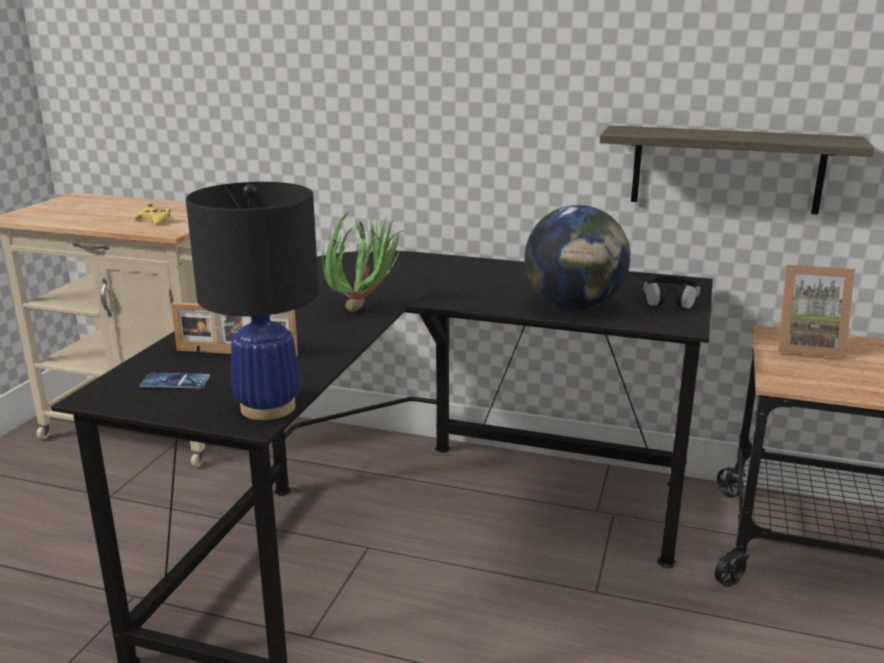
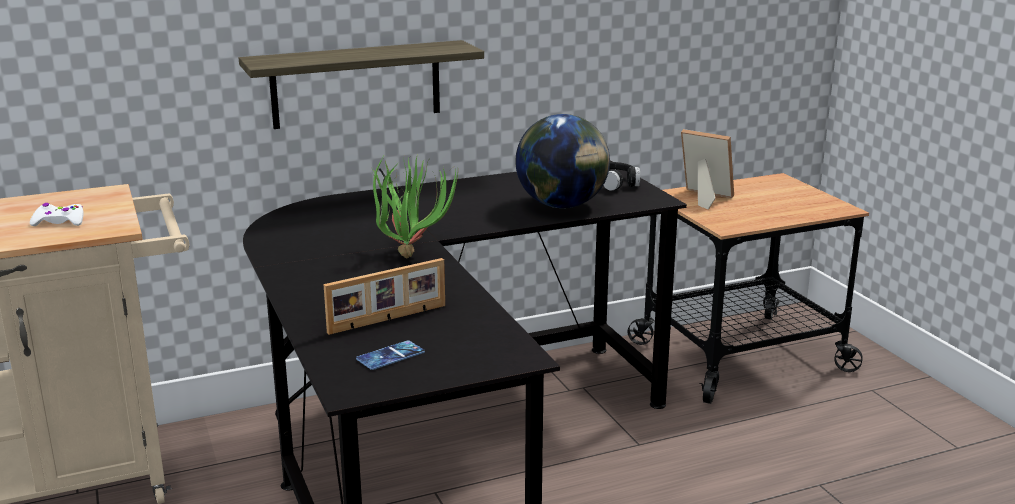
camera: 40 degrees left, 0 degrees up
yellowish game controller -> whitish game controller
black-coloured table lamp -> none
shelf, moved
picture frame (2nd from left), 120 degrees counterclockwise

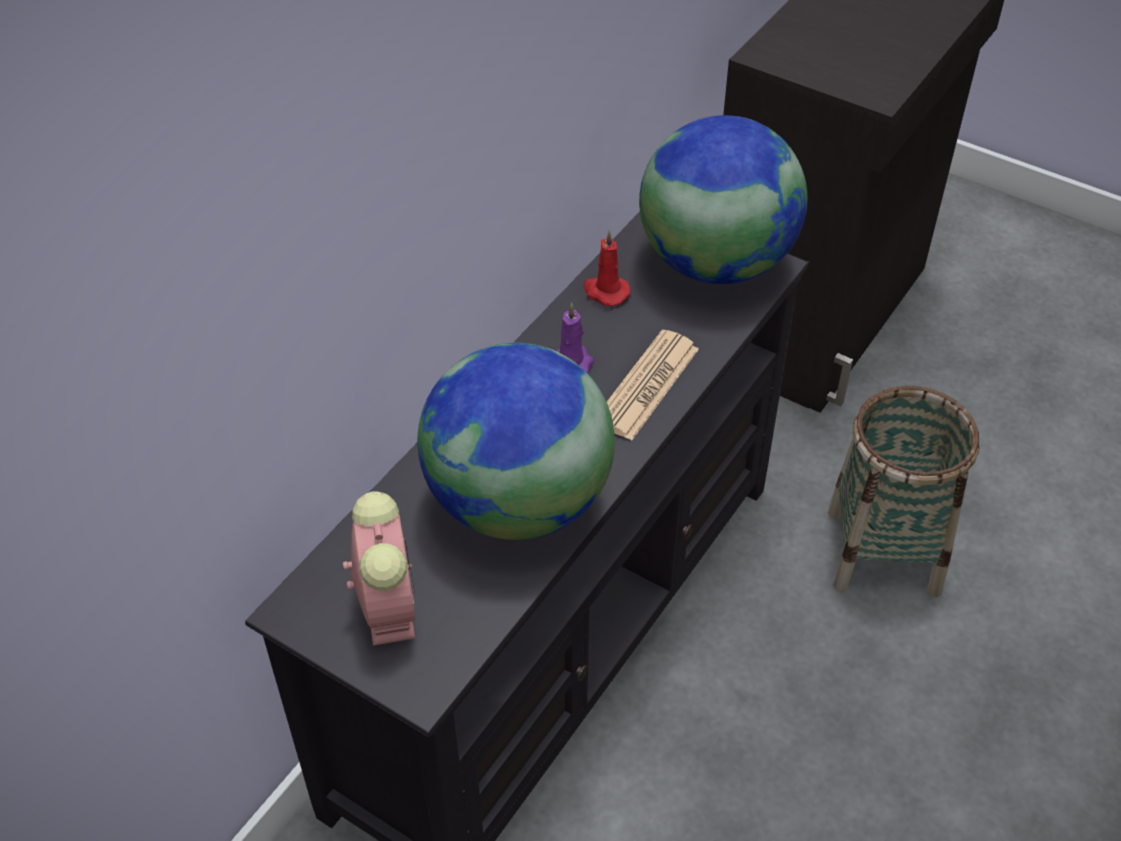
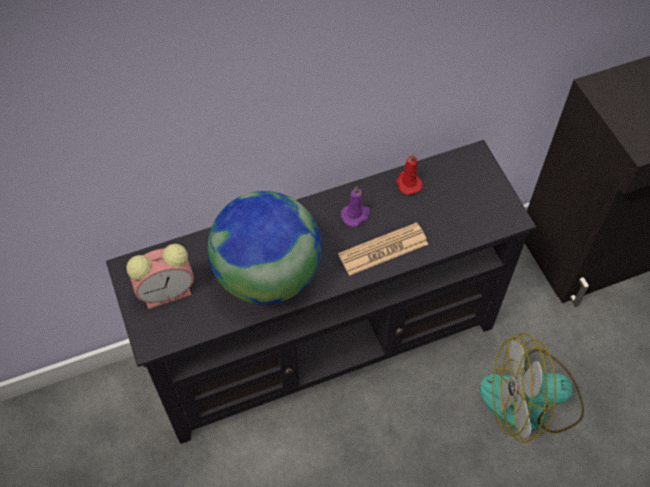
camera: 35 degrees right, 10 degrees up
bedside clock, 45 degrees clockwise
globe (2nd from left) -> none
storage basket -> cooling fan

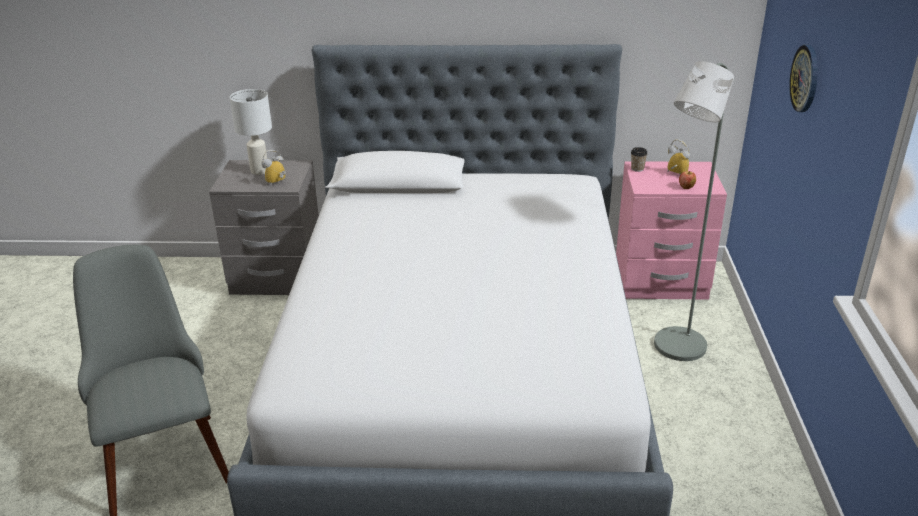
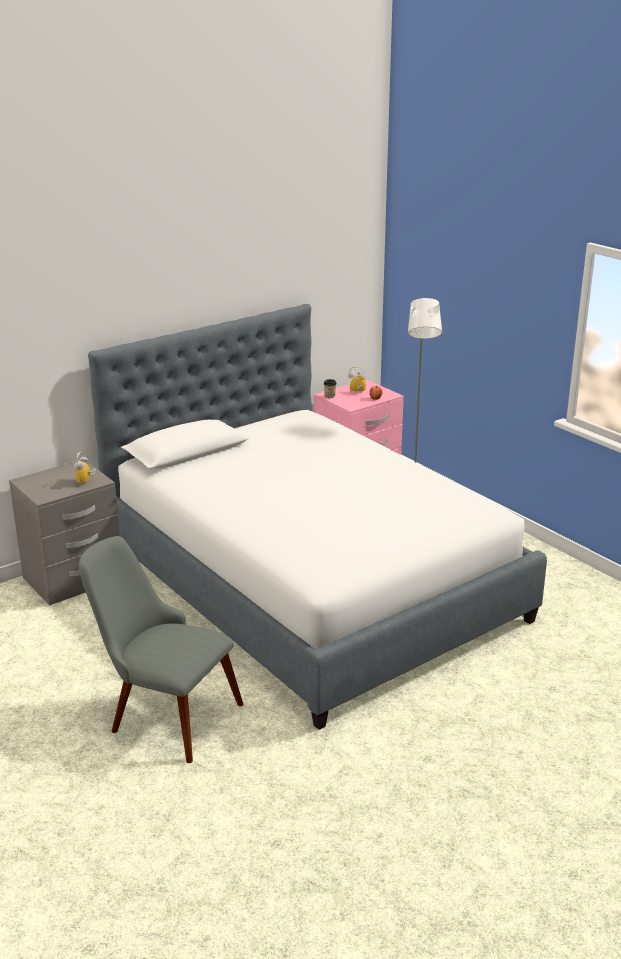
camera: 40 degrees left, 5 degrees down
whitish table lamp -> none
hanging clock -> none

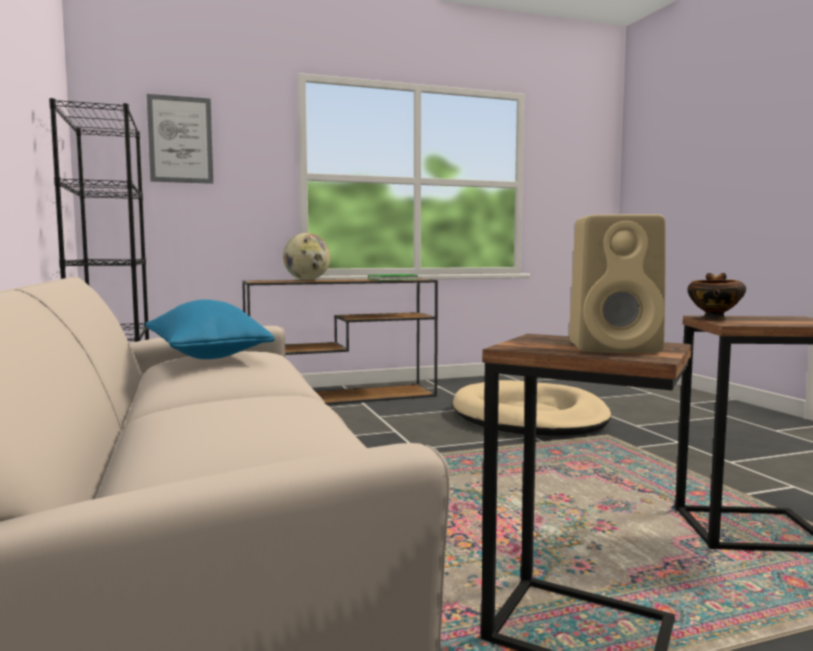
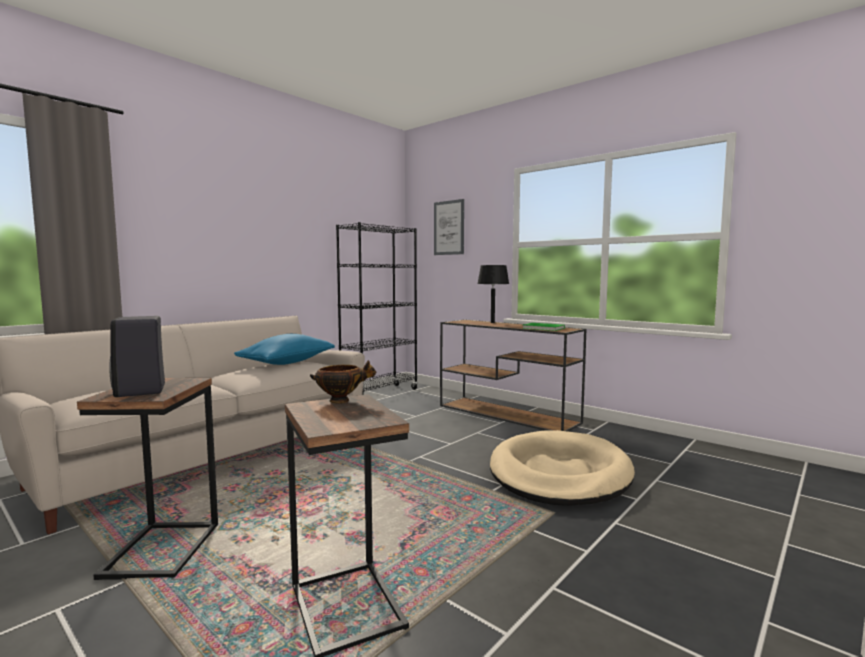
camera: 60 degrees right, 0 degrees up
globe -> black-coloured table lamp
beige speaker -> black-coloured speaker

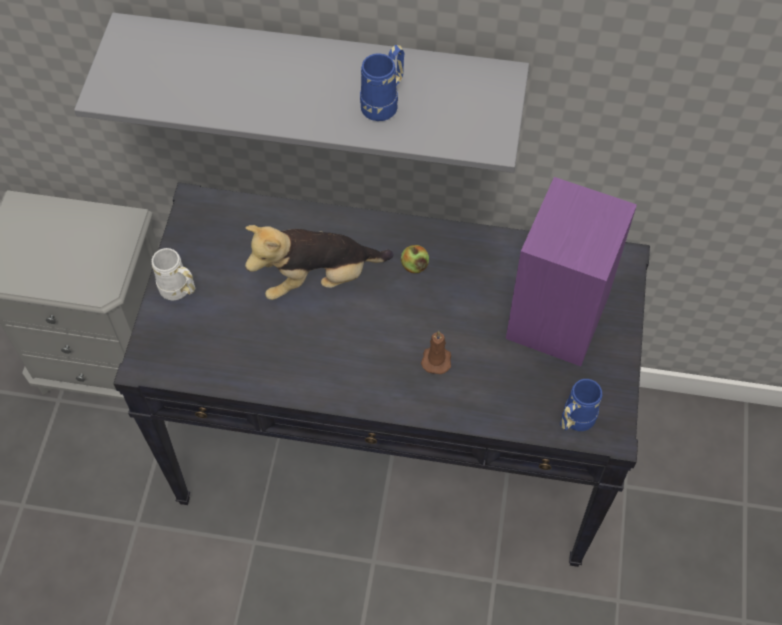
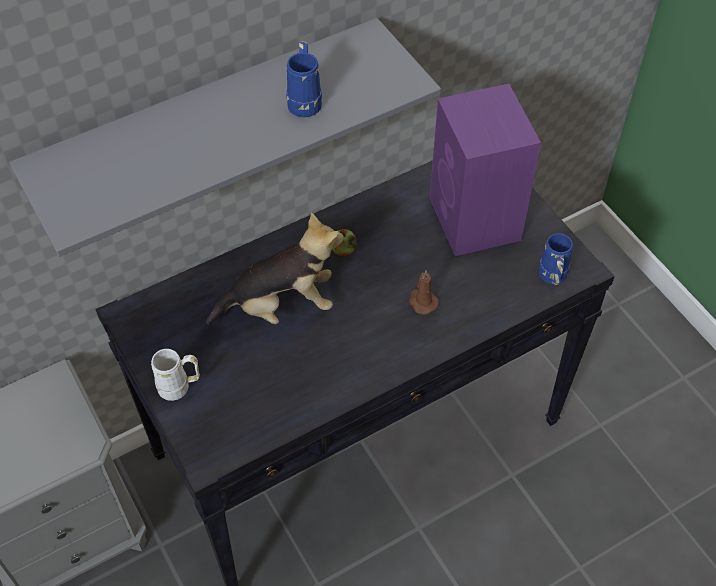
camera: 40 degrees left, 5 degrees down
plush toy, 135 degrees counterclockwise

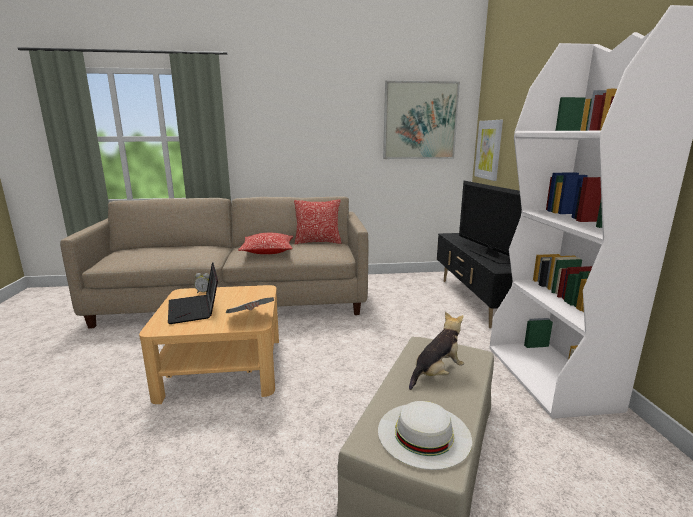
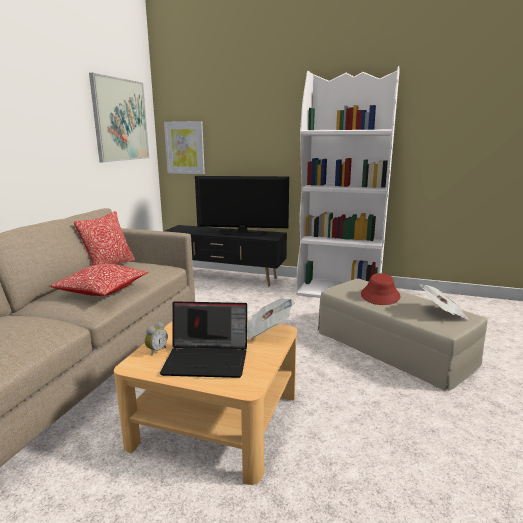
camera: 65 degrees left, 0 degrees up
whitish wearable hat -> daily paper (2nd from left)
plush toy -> reddish wearable hat

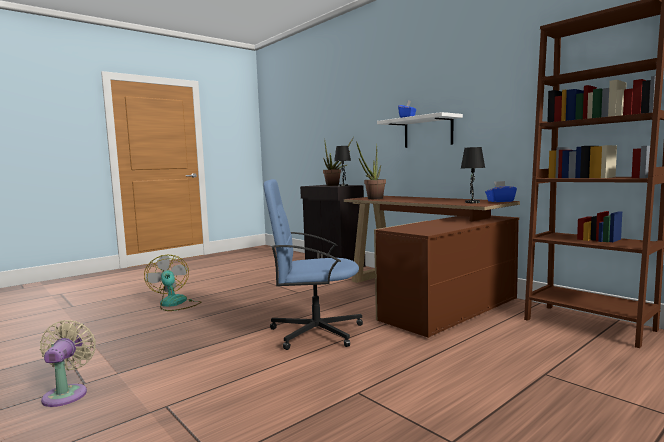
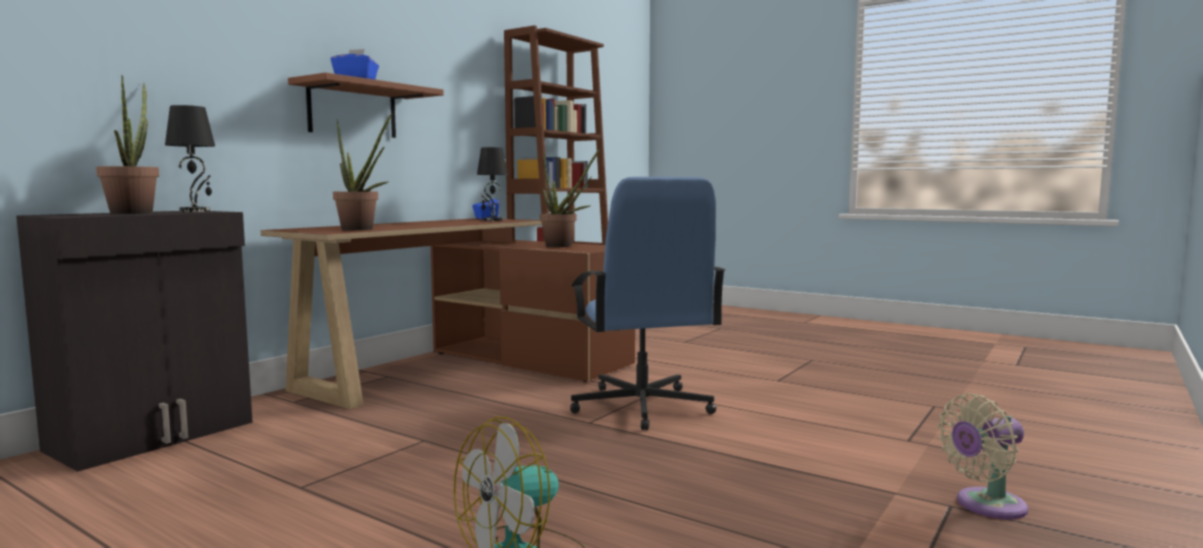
camera: 105 degrees left, 0 degrees up
whitish shelf -> brownish shelf
none -> potted plant (3rd from left)

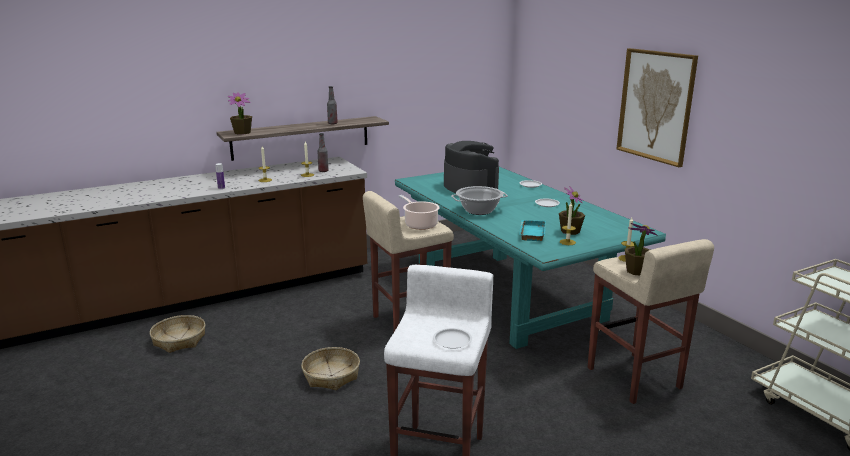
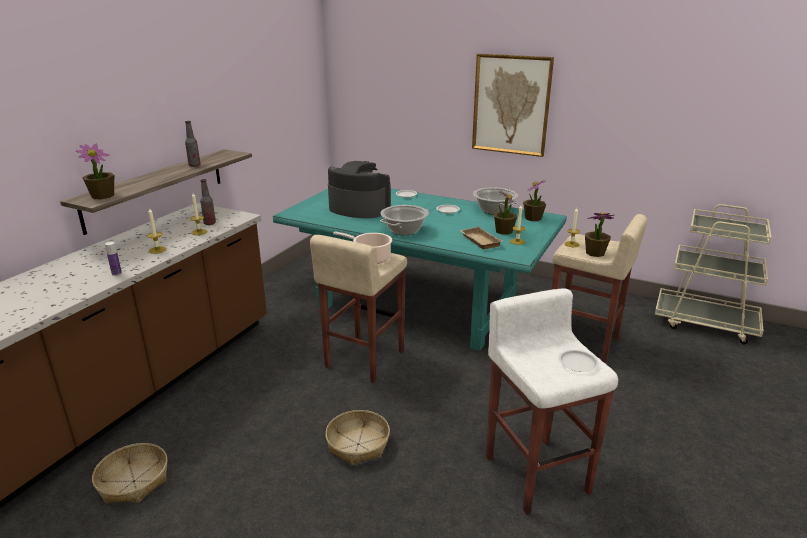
camera: 35 degrees left, 5 degrees up
turquoise tray -> beige tray
none -> stockpot (3rd from left)
none -> potted plant (3rd from left)

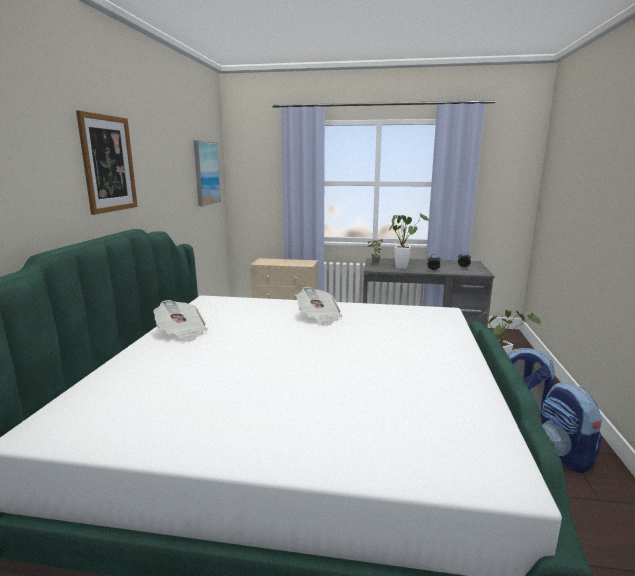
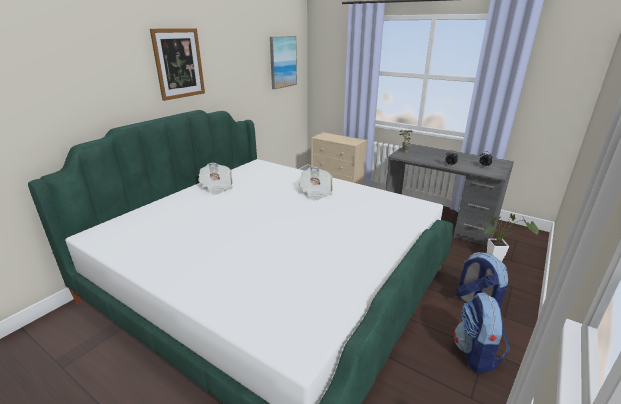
camera: 25 degrees right, 10 degrees up
potted plant (2nd from left) -> none

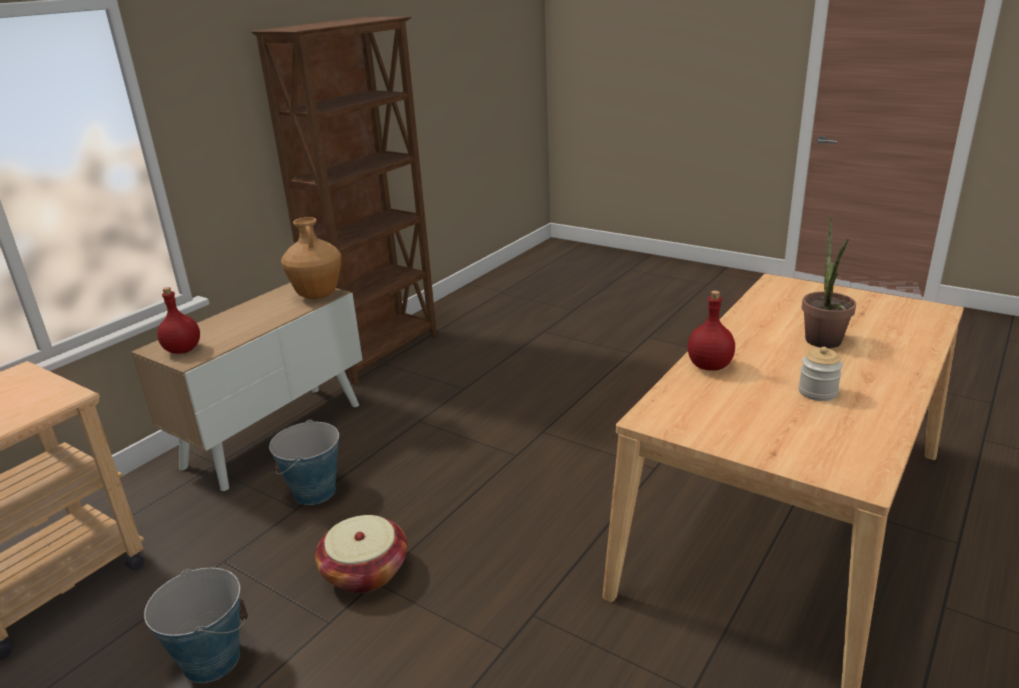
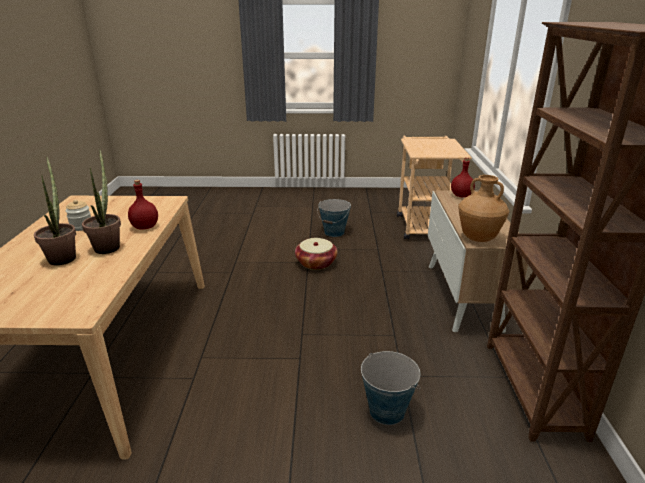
camera: 145 degrees right, 0 degrees up
bucket (2nd from left), moved
none -> potted plant (2nd from left)

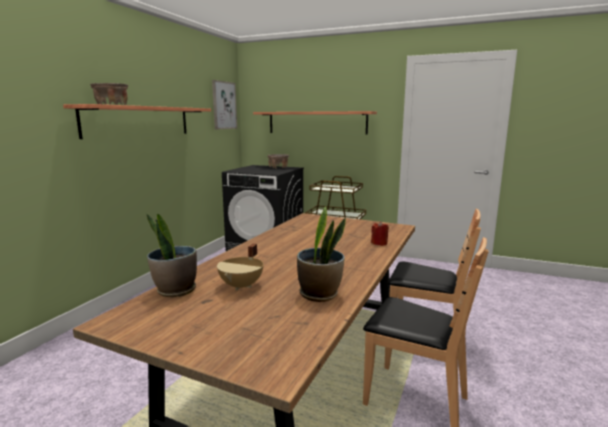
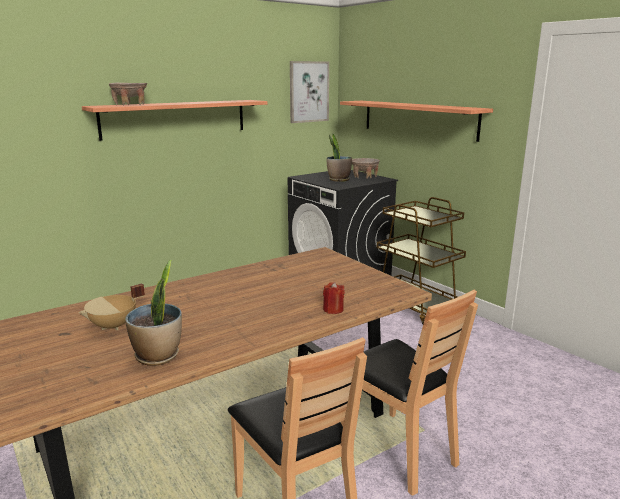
camera: 30 degrees right, 5 degrees up
potted plant (1st from left in the first image) -> potted plant (2nd from left), moved

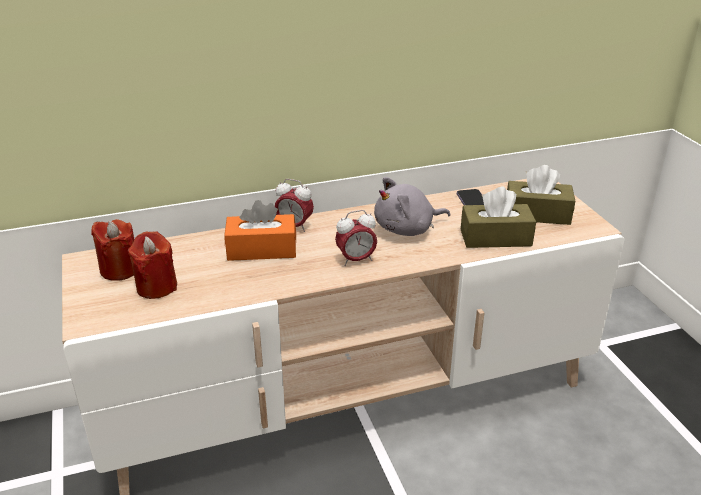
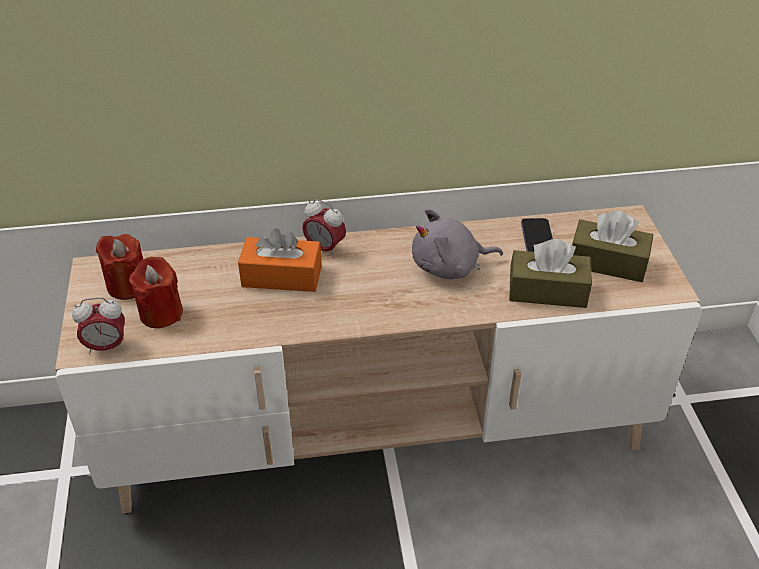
camera: 10 degrees right, 10 degrees up
bedside clock (2nd from left in the first image) -> bedside clock (1st from left), moved

